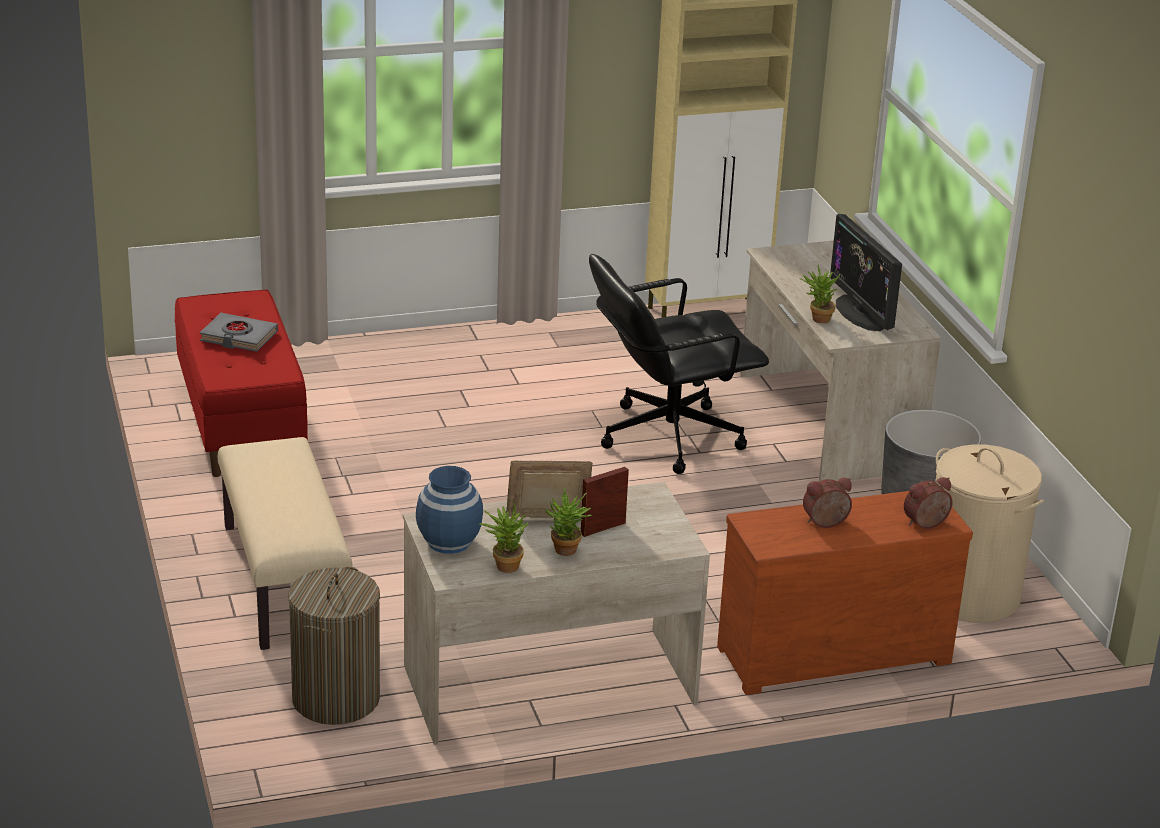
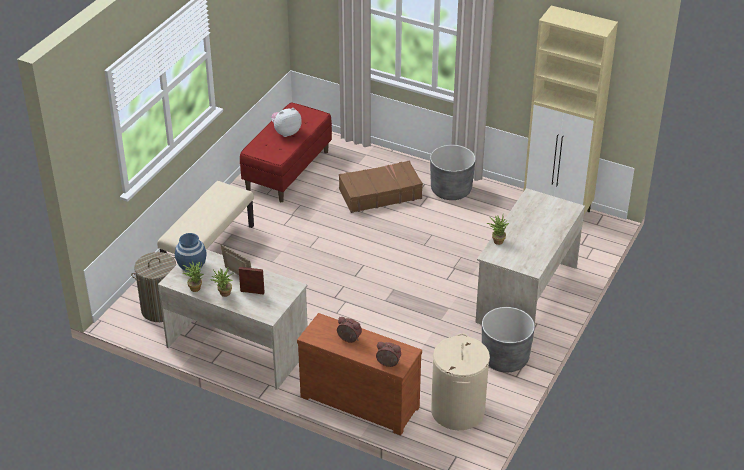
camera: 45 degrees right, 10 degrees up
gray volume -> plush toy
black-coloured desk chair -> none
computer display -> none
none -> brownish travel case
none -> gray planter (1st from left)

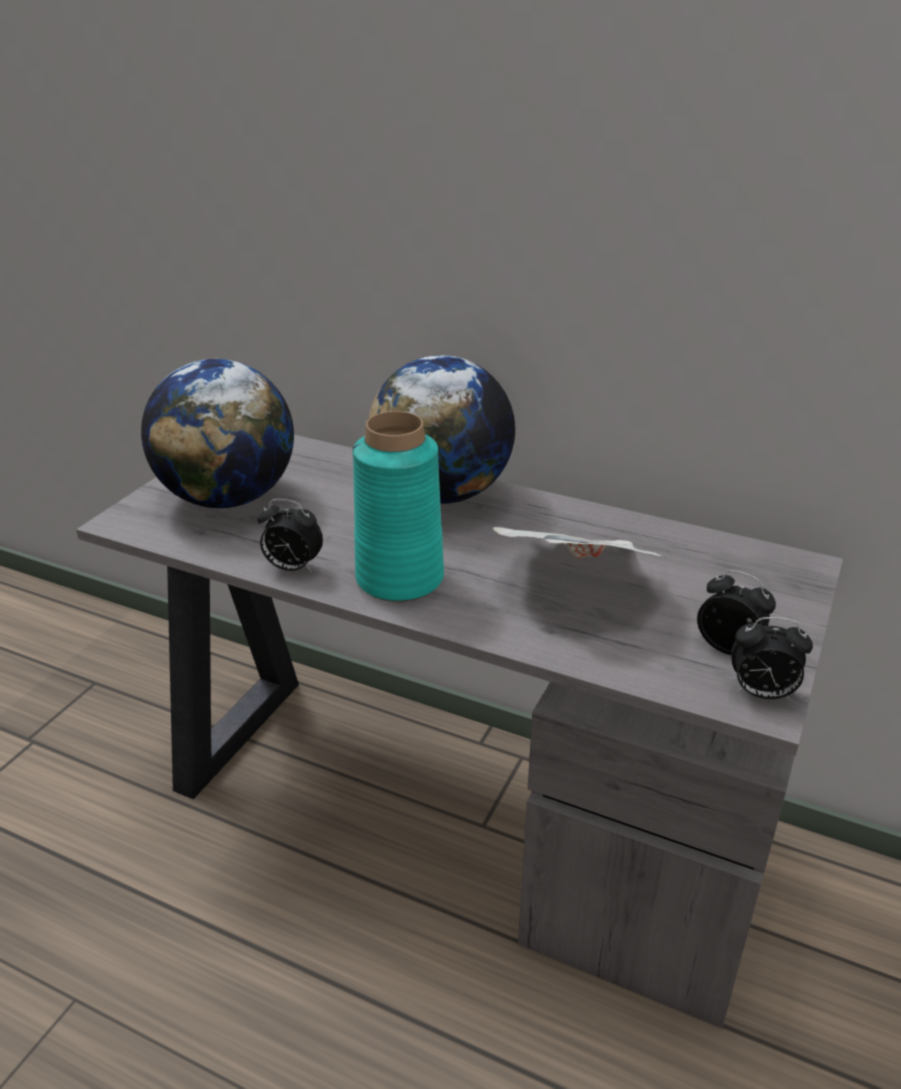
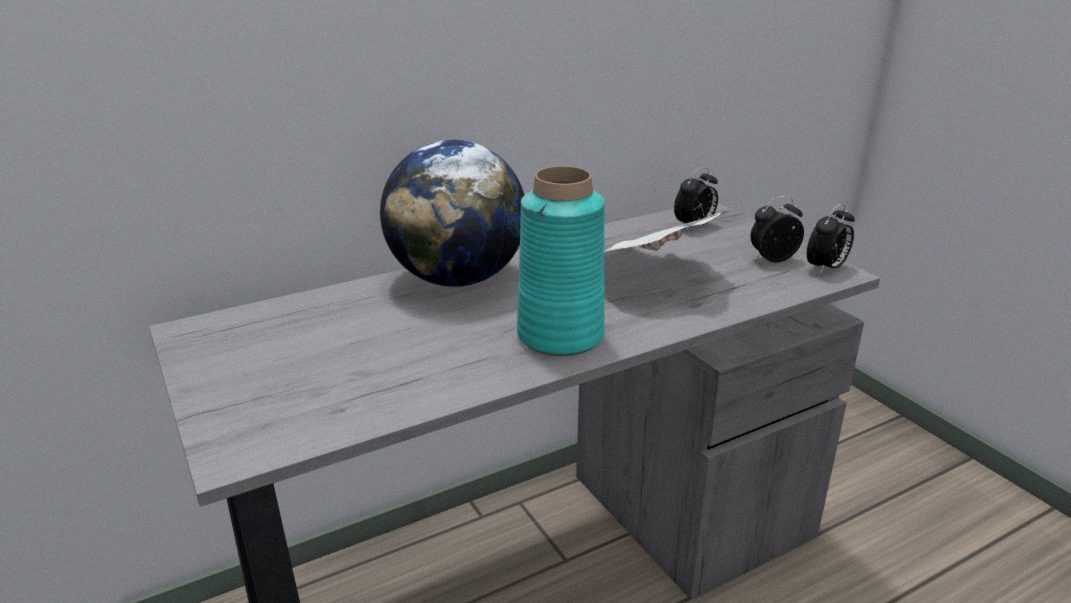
camera: 55 degrees left, 5 degrees down
globe (1st from left) -> none
bedside clock (1st from left), moved

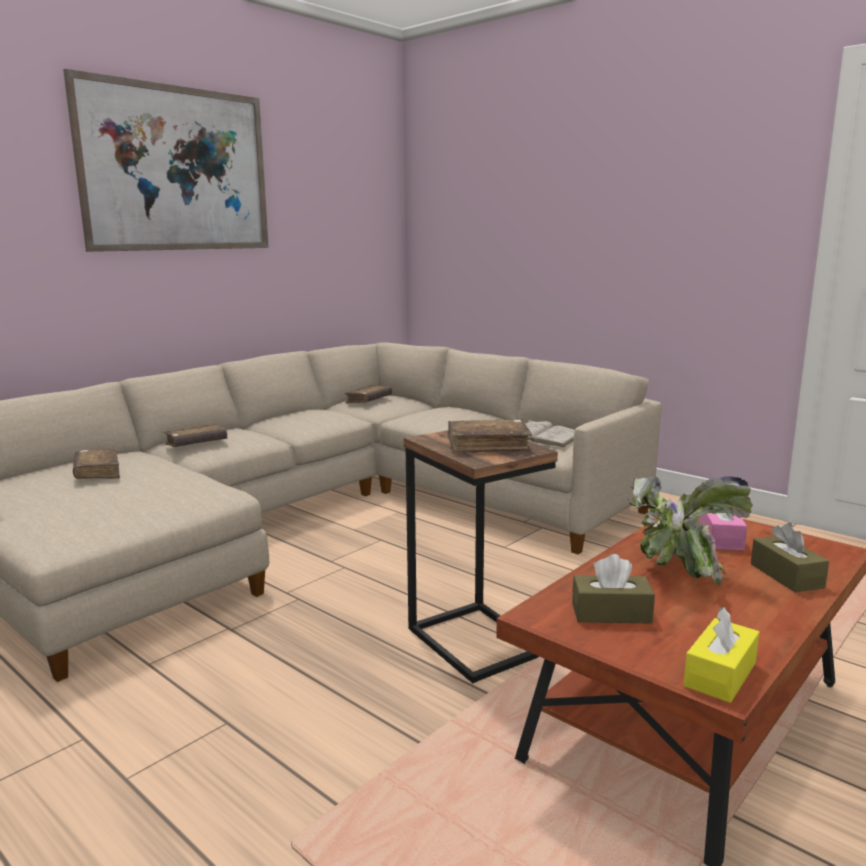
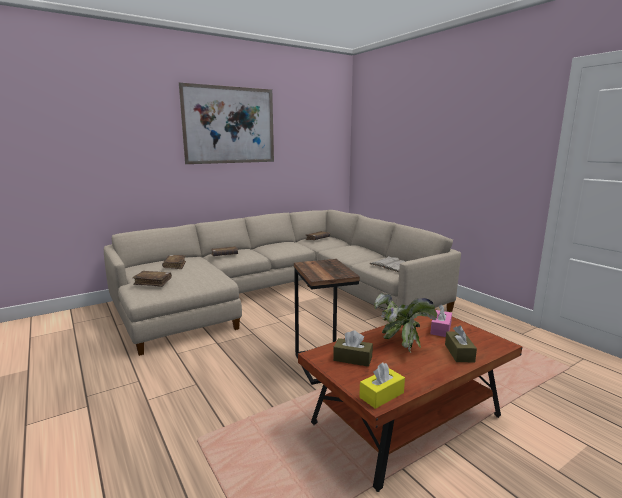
camera: 15 degrees right, 0 degrees up
brownish volume (4th from left in the first image) -> brownish volume (1st from left), moved

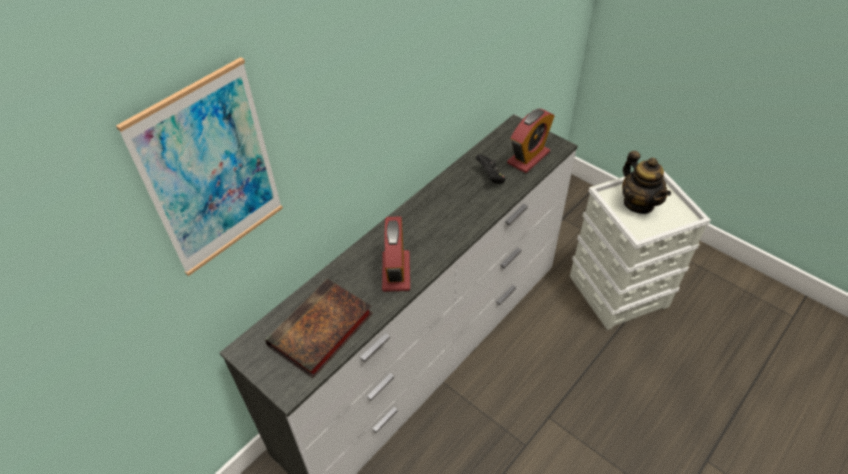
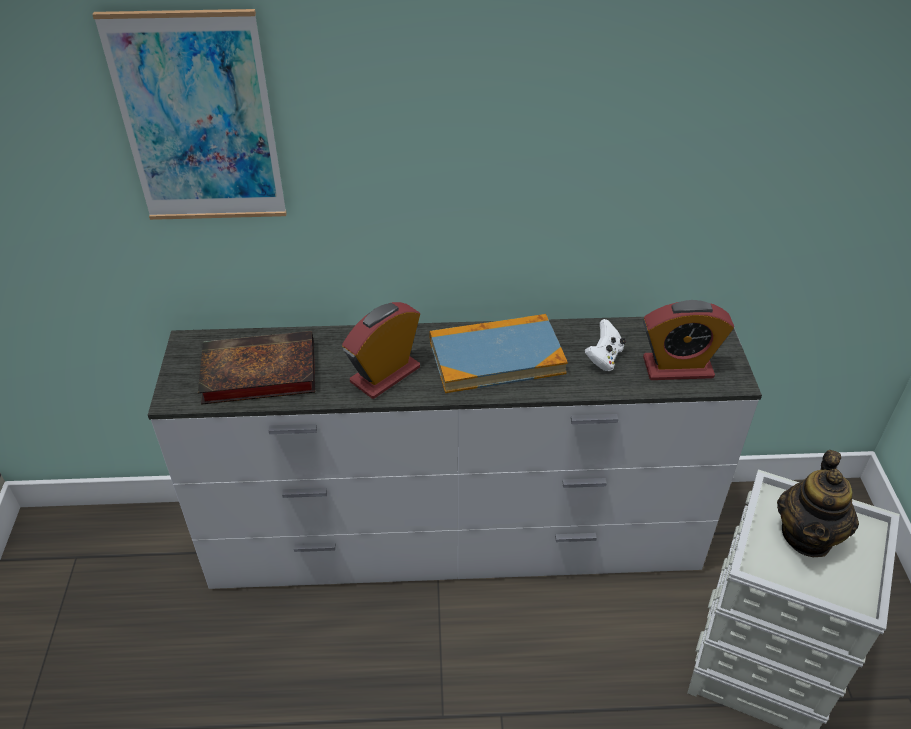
camera: 45 degrees right, 5 degrees down
black-coloured game controller -> whitish game controller
none -> volume (2nd from left)

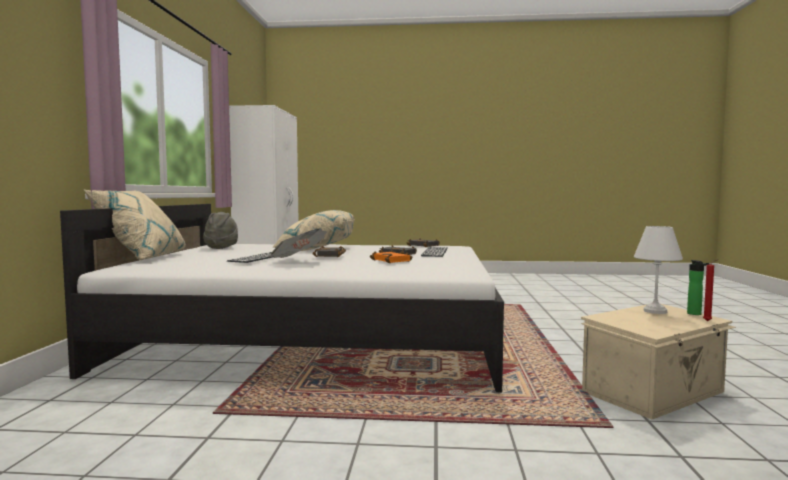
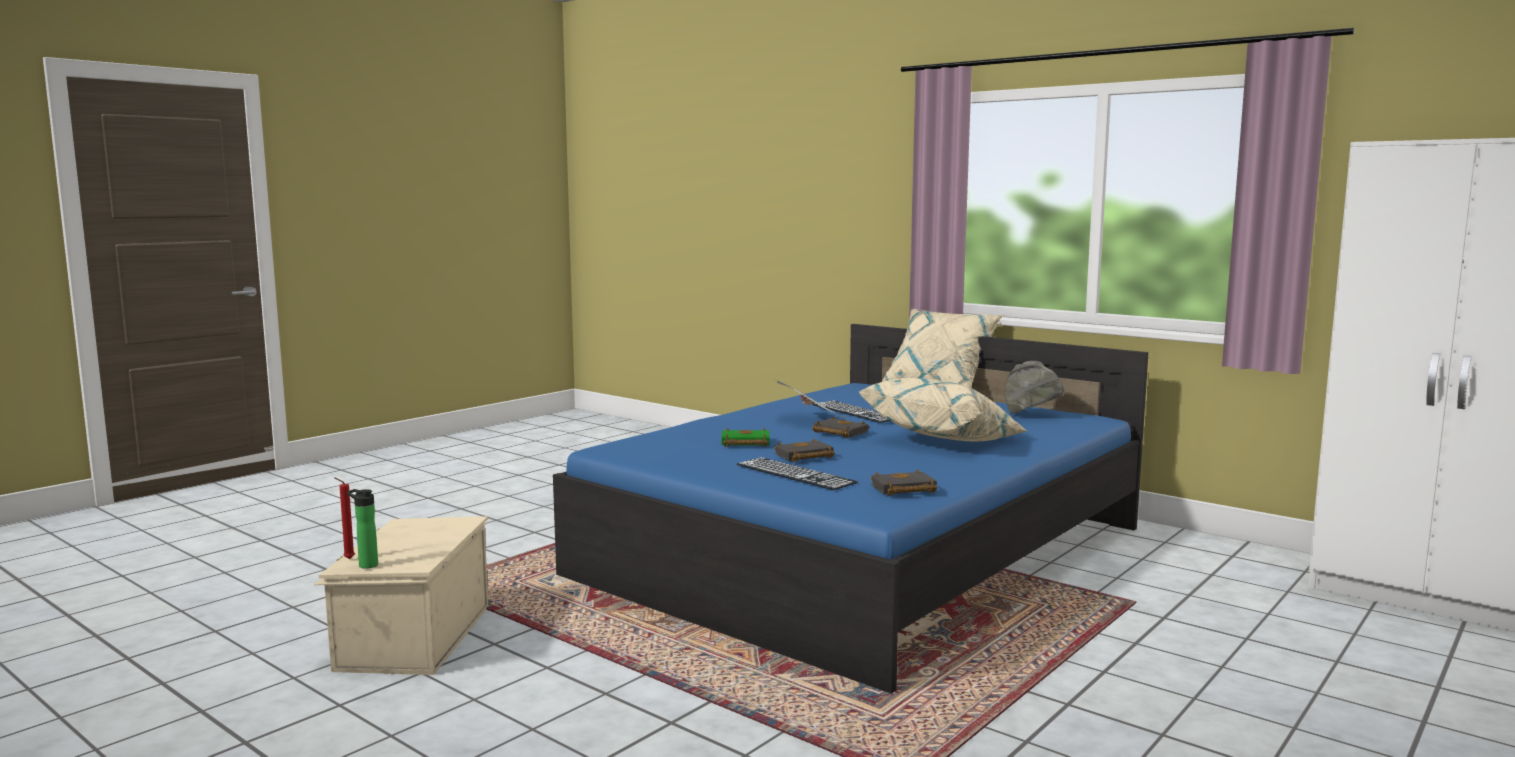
camera: 125 degrees right, 5 degrees up
whitish sleeping bed -> bluish sleeping bed
orange-coloured volume -> green volume
whitish table lamp -> none

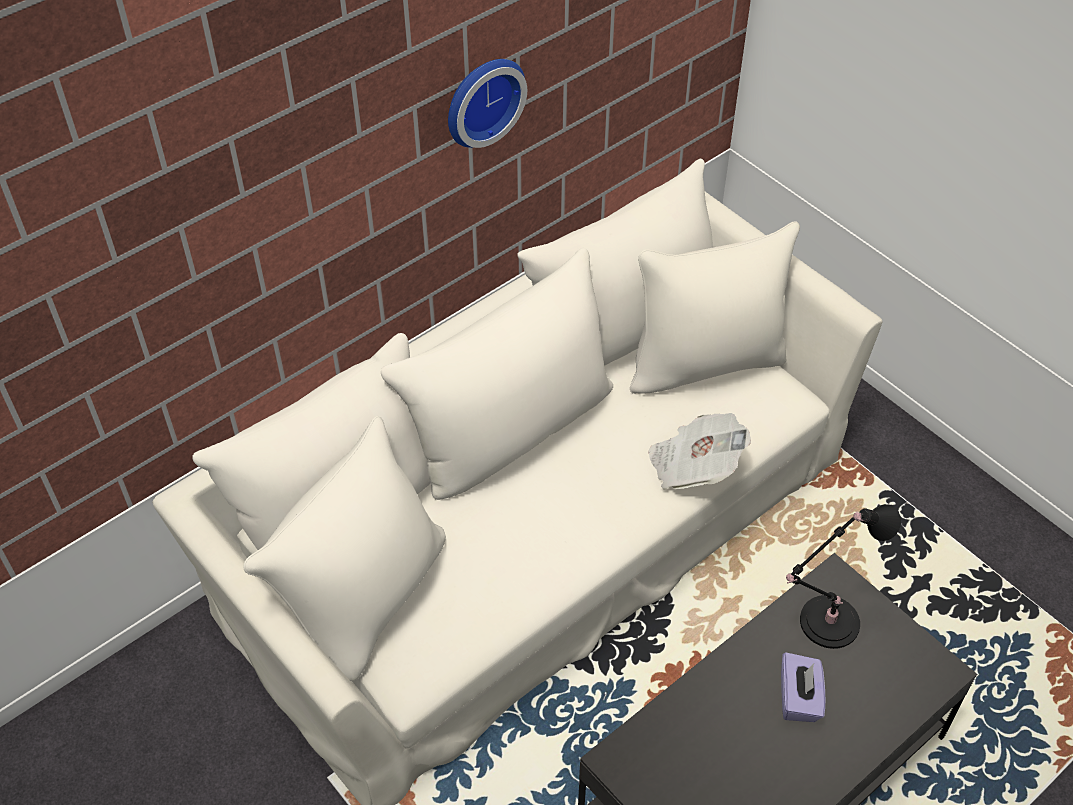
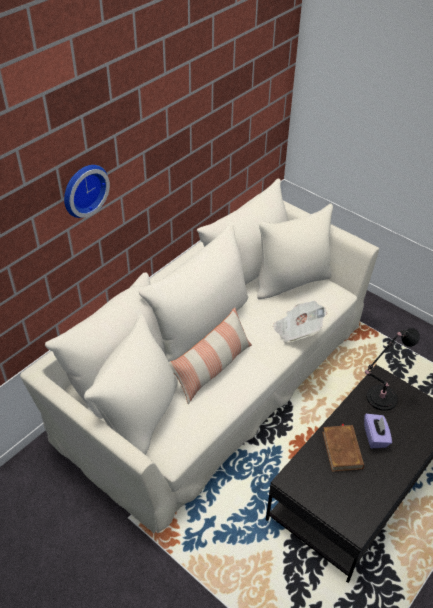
camera: 10 degrees left, 5 degrees down
hanging clock, moved
none -> pillow
none -> brownish volume

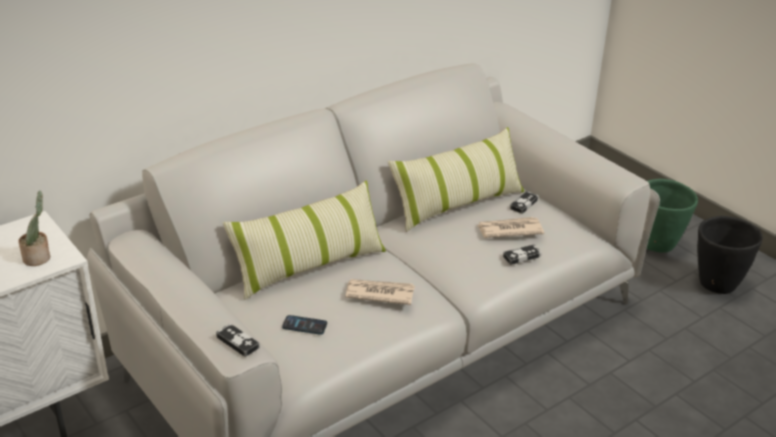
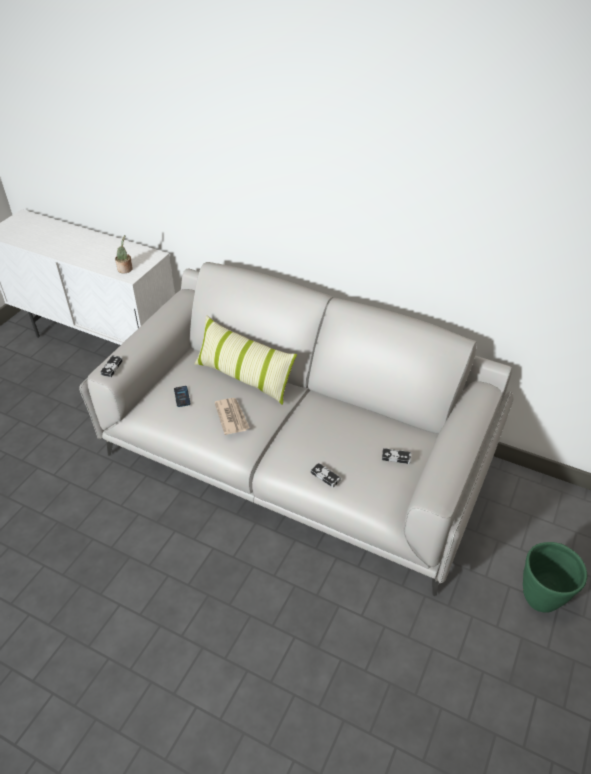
camera: 65 degrees right, 10 degrees up
pillow (2nd from left) -> none
daily paper (2nd from left) -> none
black-coloured planter -> none

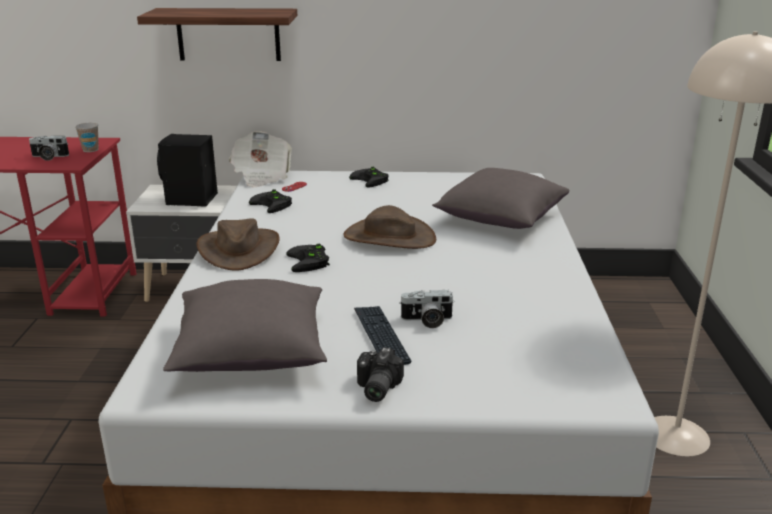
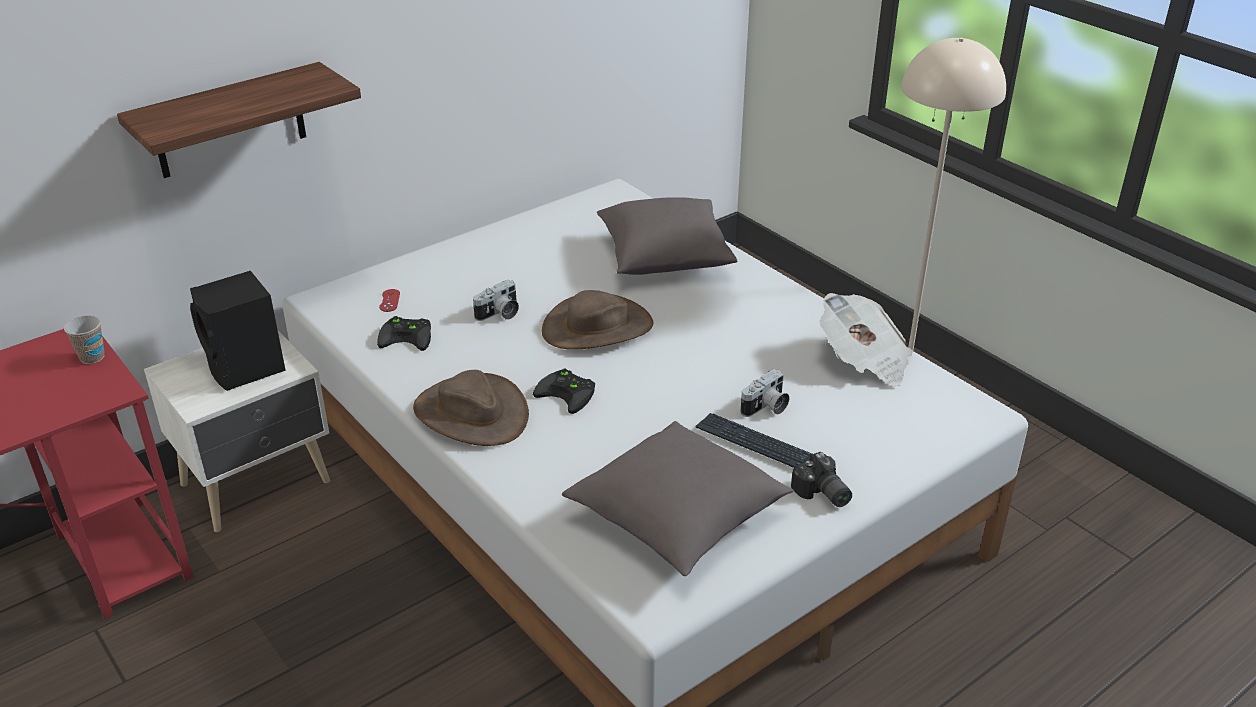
camera: 40 degrees left, 10 degrees up
still camera (1st from left), moved
daily paper, moved
black-coloured game controller (3rd from left) -> none

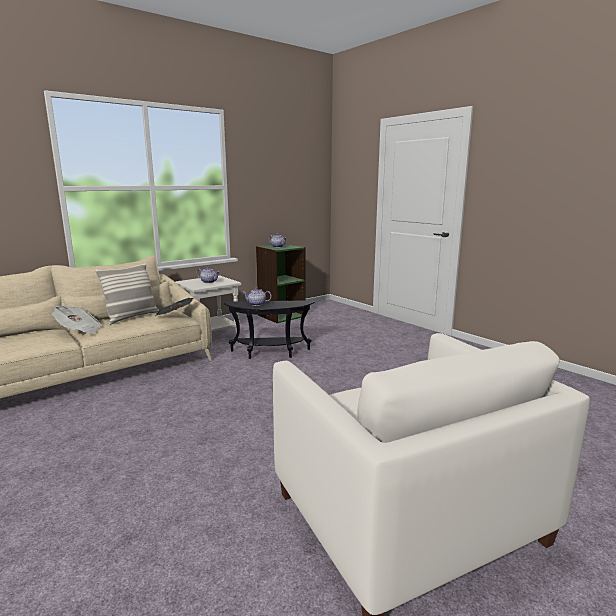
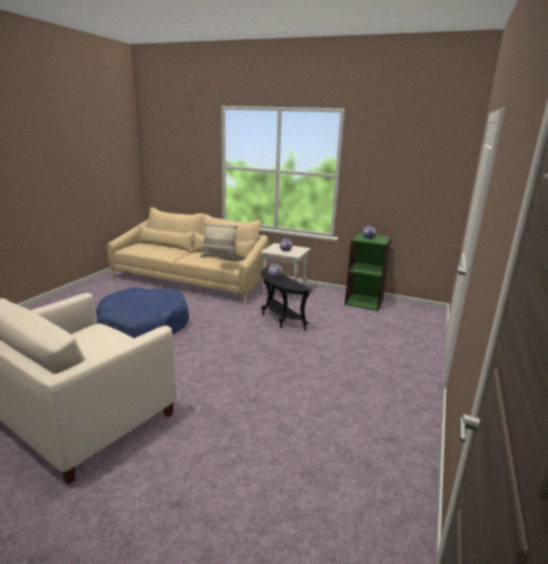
camera: 60 degrees right, 5 degrees up
daily paper (1st from left) -> none
none -> bluish pet bed

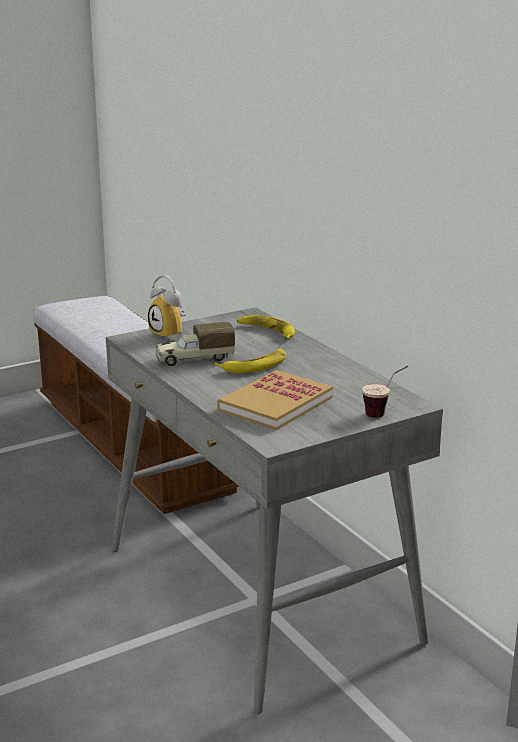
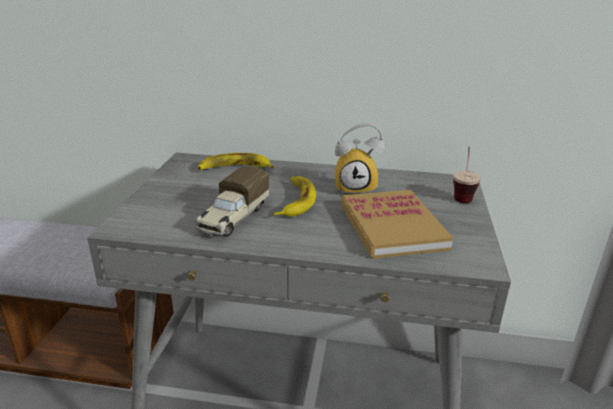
camera: 50 degrees left, 5 degrees up
bedside clock, moved

